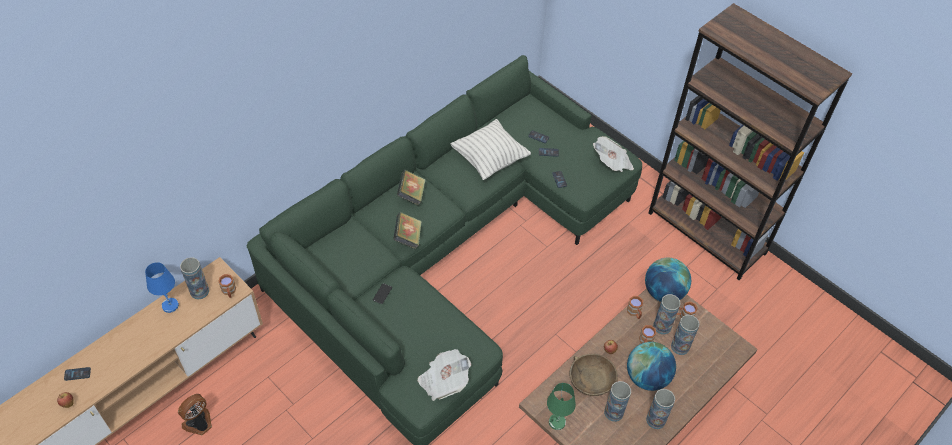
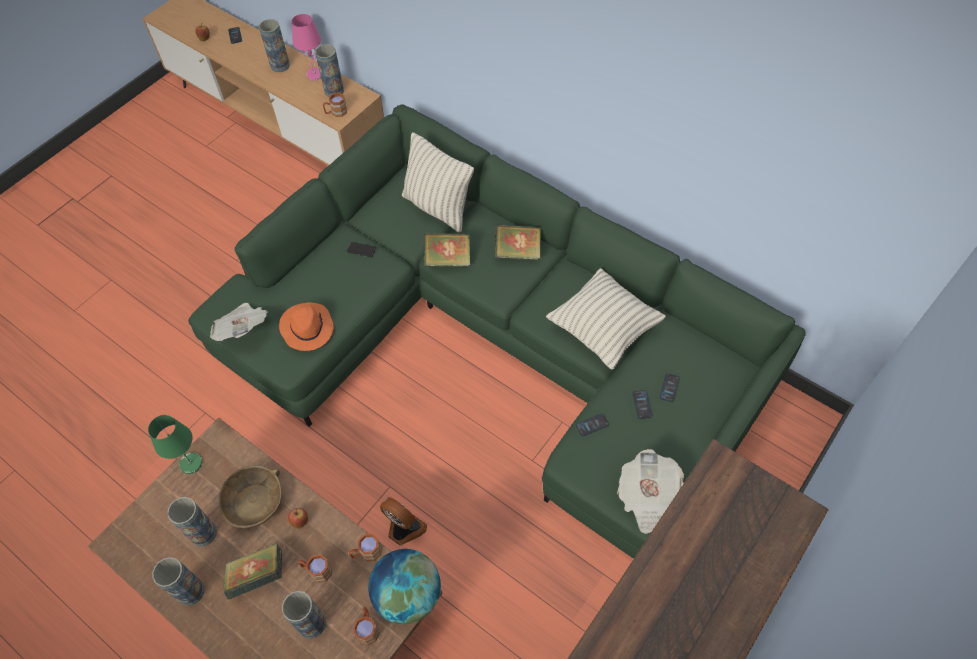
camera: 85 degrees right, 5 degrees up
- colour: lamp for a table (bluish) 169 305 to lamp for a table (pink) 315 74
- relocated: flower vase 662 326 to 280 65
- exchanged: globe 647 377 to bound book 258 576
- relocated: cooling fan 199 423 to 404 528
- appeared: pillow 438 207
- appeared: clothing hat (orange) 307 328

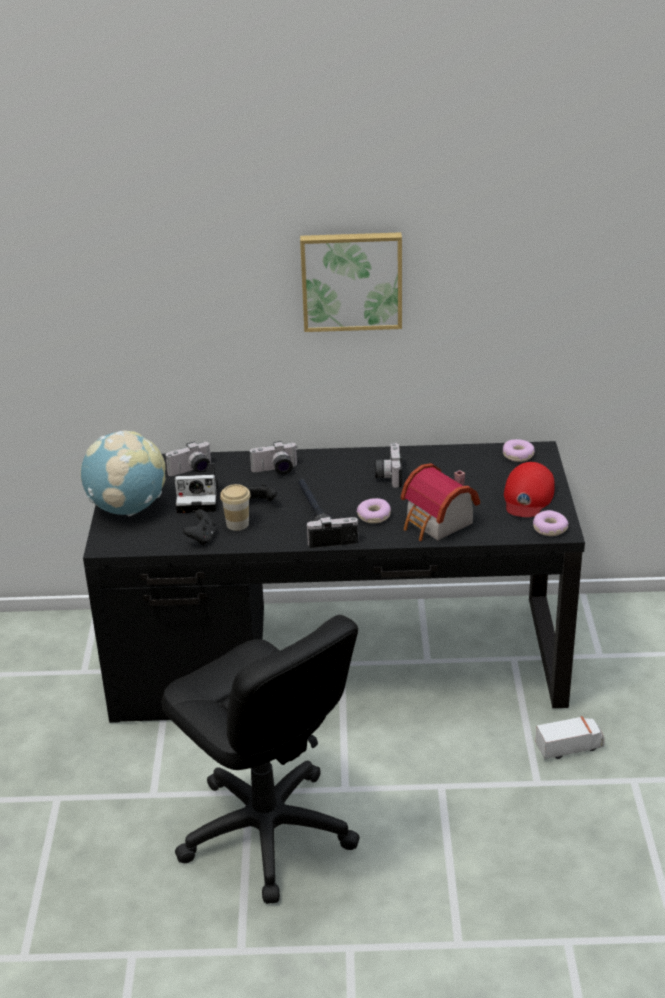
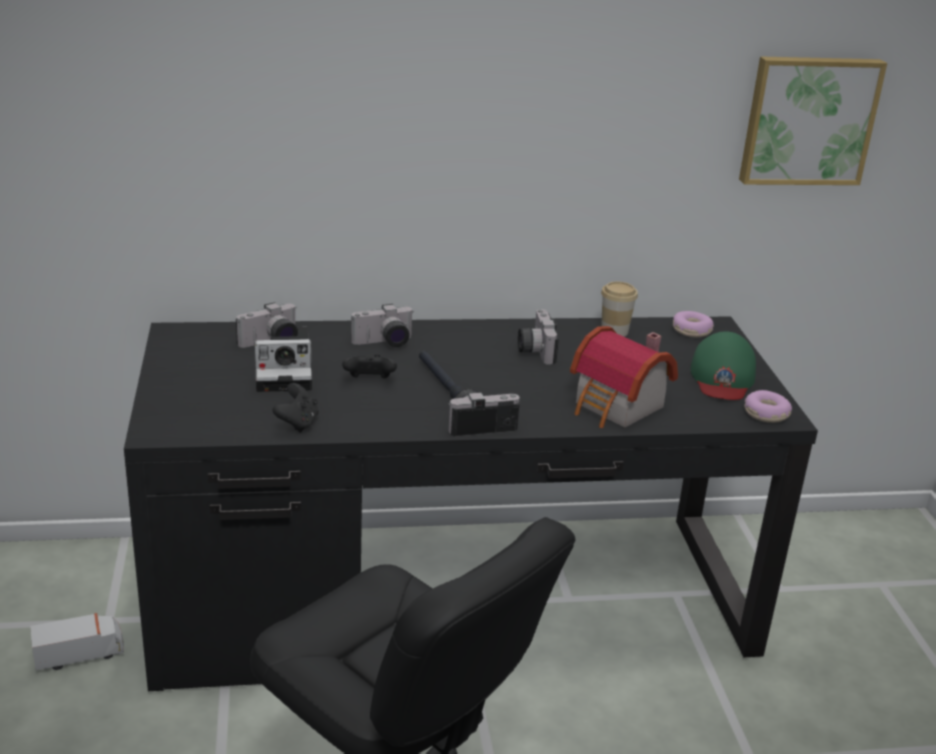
camera: 10 degrees left, 5 degrees down
- relocated: wall picture 351 280 to 808 120
- missing: globe 127 508
- colour: baseball cap (red) 527 497 to baseball cap (greenish) 722 376
- relocated: drinking cup 237 524 to 614 331
- missing: ring doughnut 374 516
- relocated: toy lorry 570 747 to 80 655

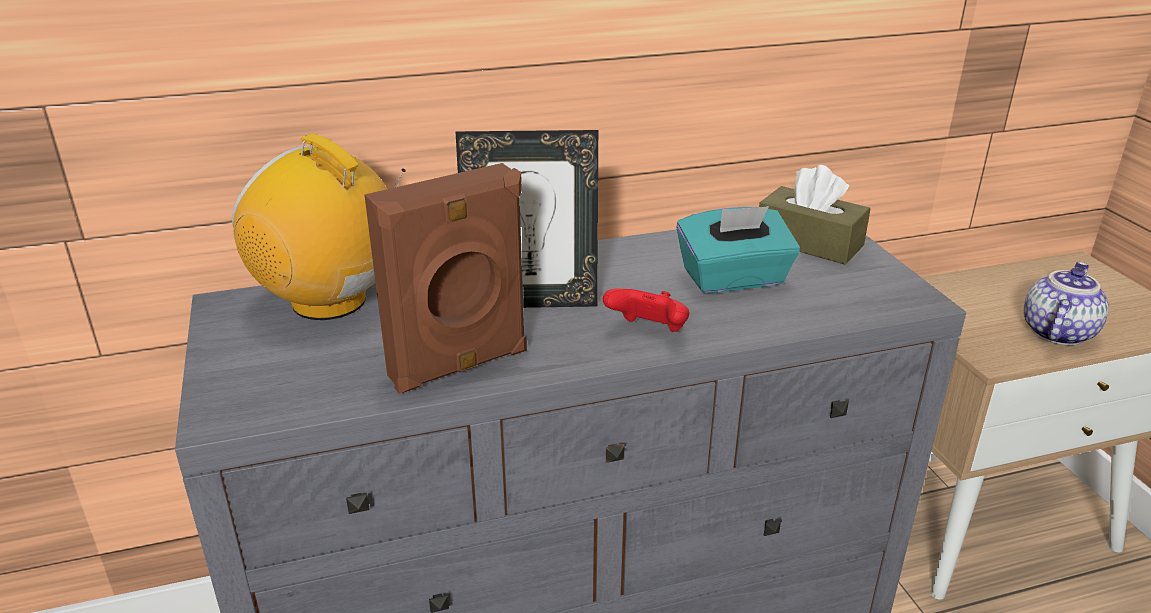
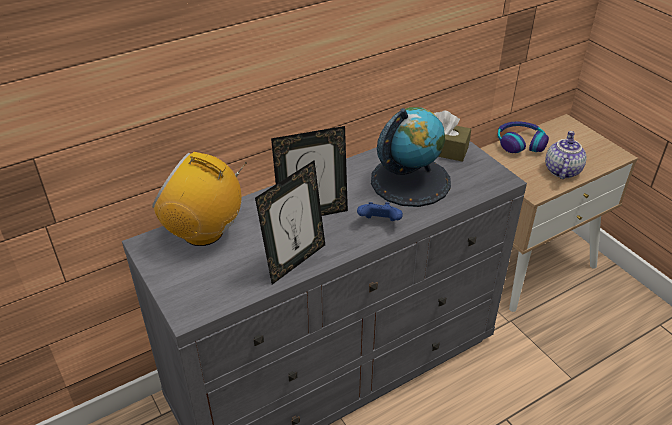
camera: 15 degrees left, 10 degrees up
- exchanged: loudspeaker (brown-coloured) 460 366 to picture frame 294 261
- exchanged: tissue box (turquoise) 734 279 to globe 410 181
- colour: joypad (red) 648 332 to joypad (bluish) 379 223
- appeared: headset 520 143

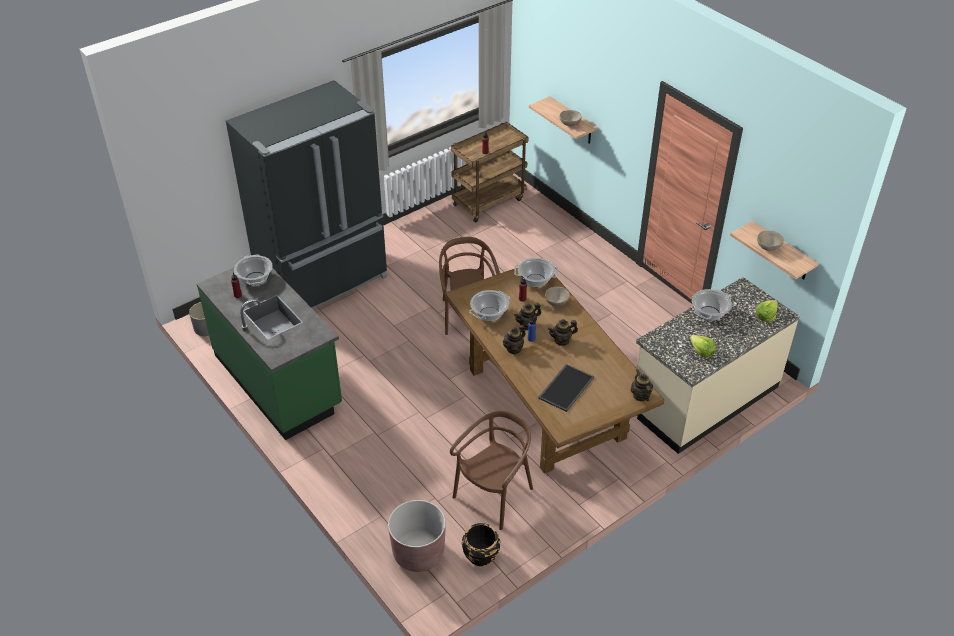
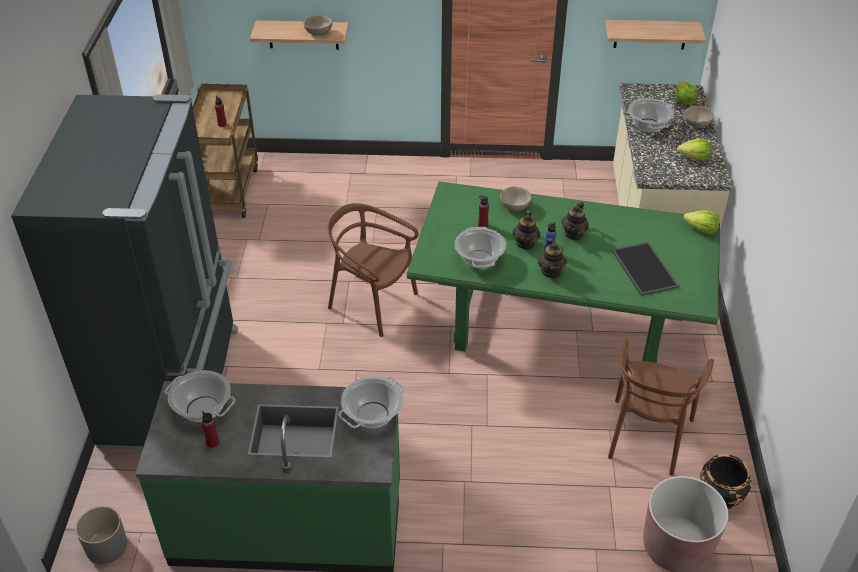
camera: 50 degrees left, 0 degrees up
- relocated: serving bowl (beige-coloured) 768 247 to 696 124
- relocated: stockpot 536 280 to 372 414
- colour: dinner table (brown-coloured) 546 404 to dinner table (greenish) 559 324
- exchanged: tea pot 640 396 to head of lettuce 701 229
- spun: plain chair (brown-coloured) 494 495 = 647 436 150 degrees counterclockwise

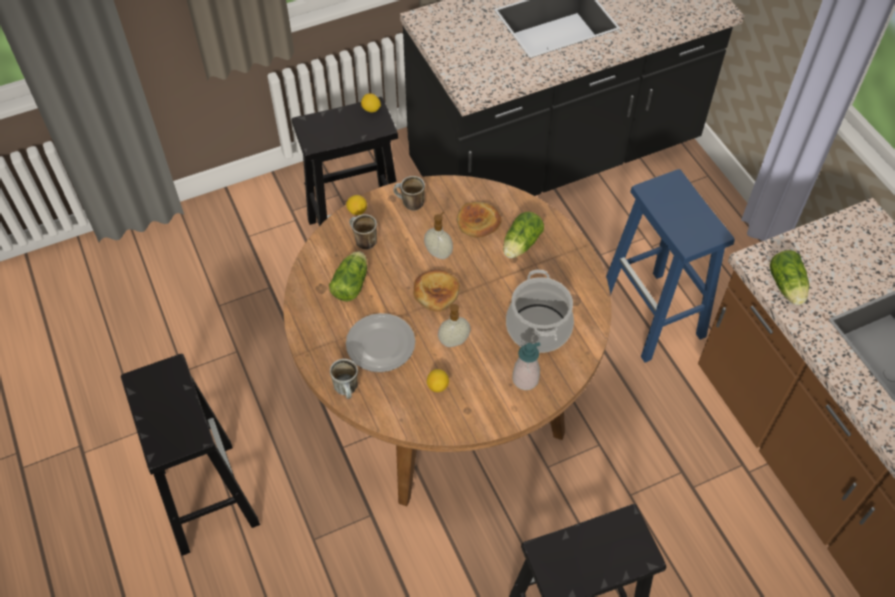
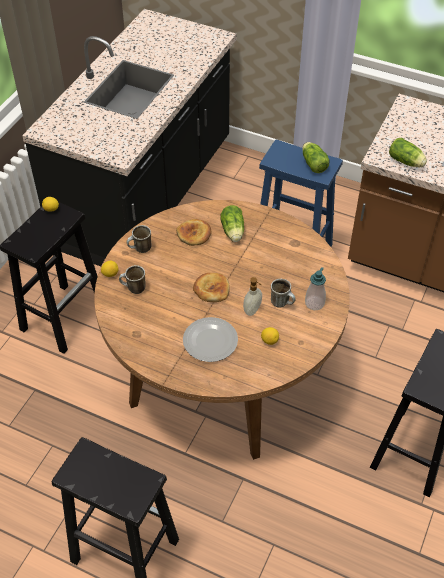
camera: 40 degrees left, 5 degrees down
- missing: soap bottle 439 253
- relocated: head of lettuce 352 283 to 313 163
- missing: stockpot 538 328
- relocated: mug 348 390 to 282 303

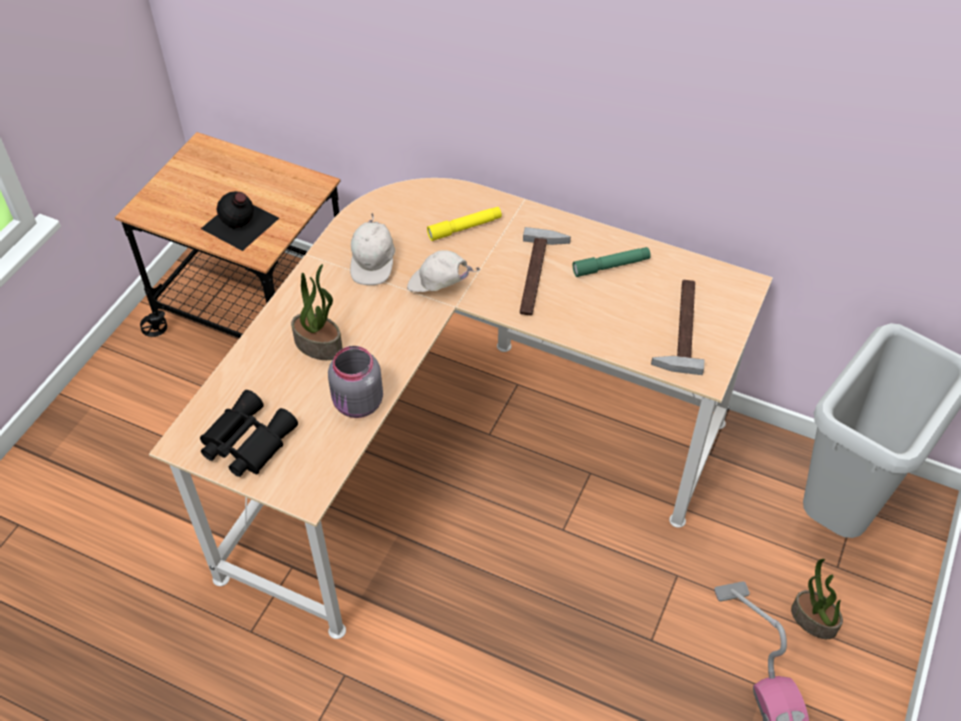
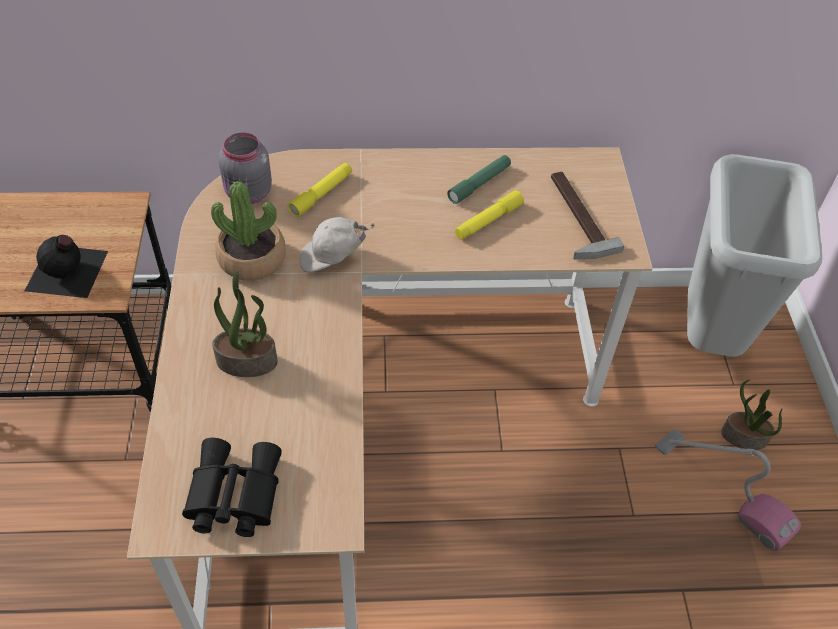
camera: 30 degrees left, 0 degrees up
- exchanged: baseball cap (white) 373 263 to houseplant 252 258
- missing: hammer 539 275
- relocated: storage jar (grey) 357 404 to 249 194
- appeared: torch (yellow) 488 221

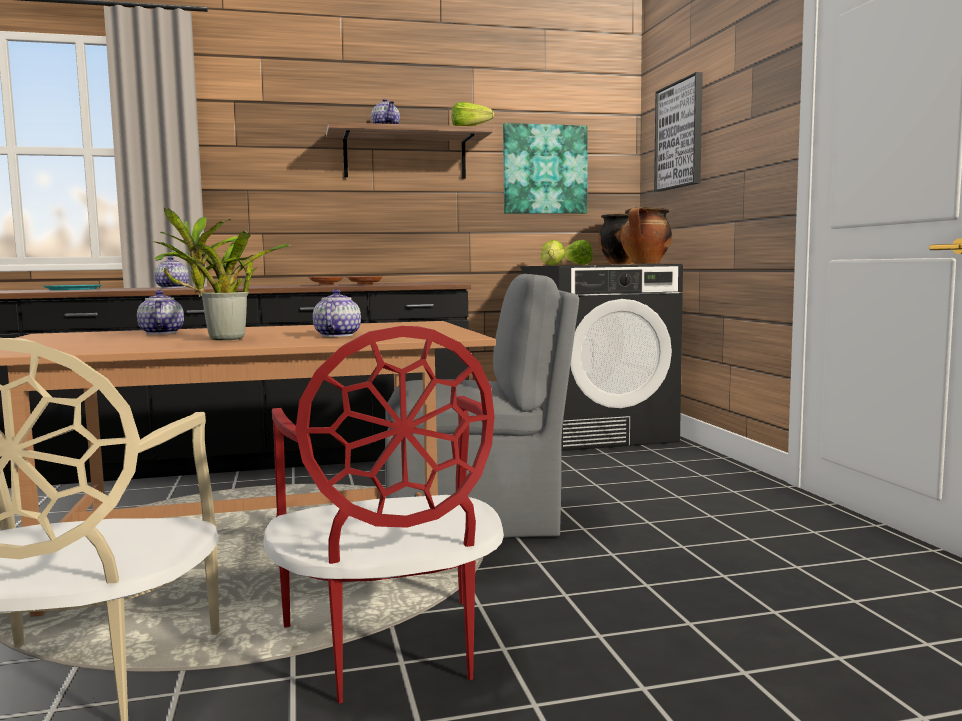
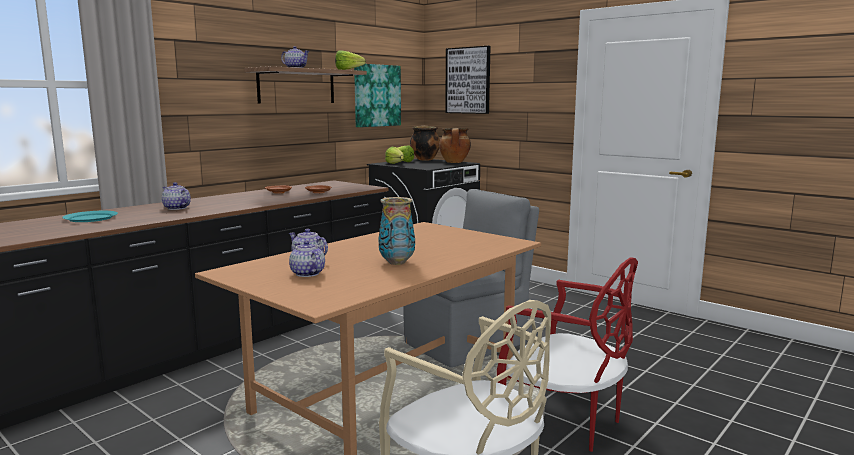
camera: 35 degrees left, 5 degrees up
- exchanged: houseplant 221 339 to flower vase 397 263
- relocated: tea pot 336 335 to 307 274

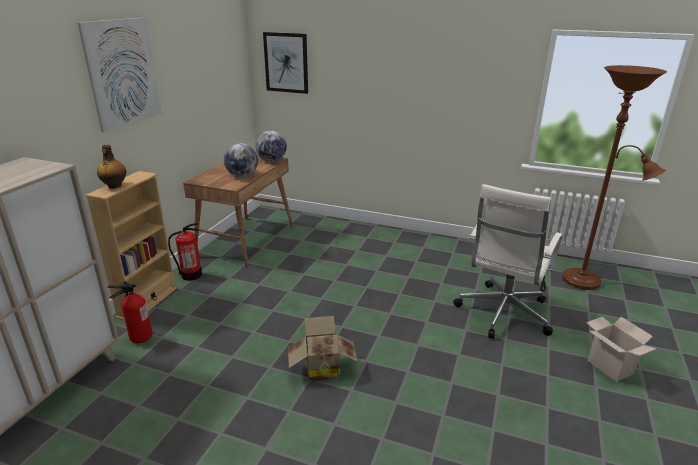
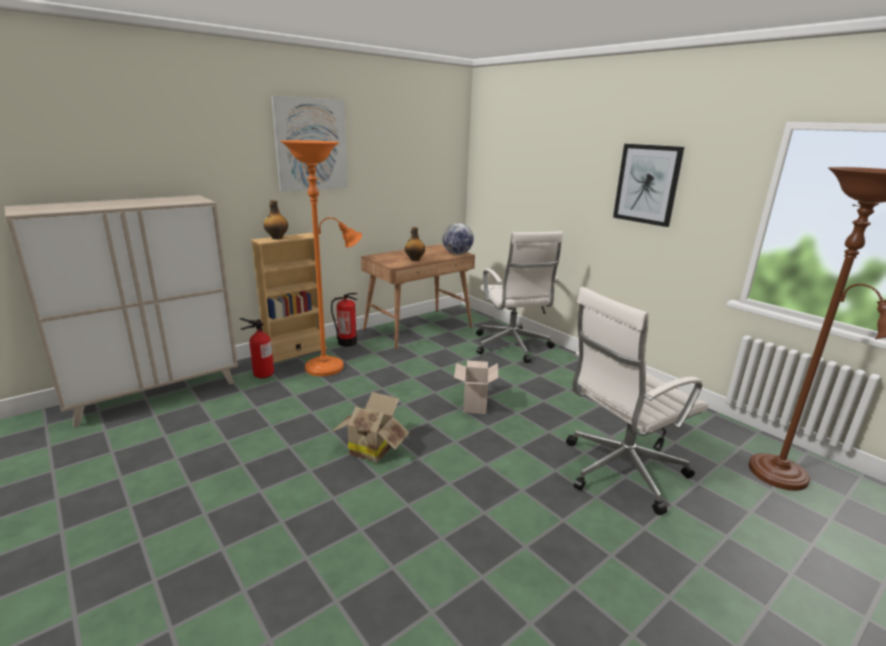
camera: 30 degrees right, 5 degrees down
- relocated: wall picture 286 63 to 647 184
- exchanged: globe 242 175 to beverage bottle 414 259
- relocated: cardboard box 608 366 to 474 404
- appeared: standard lamp (orange) 329 366
- appeared: computer chair (white) 512 347

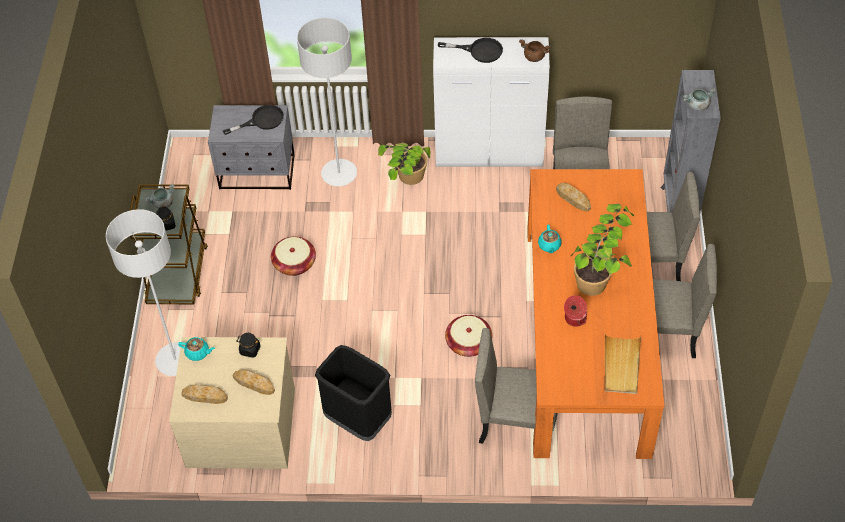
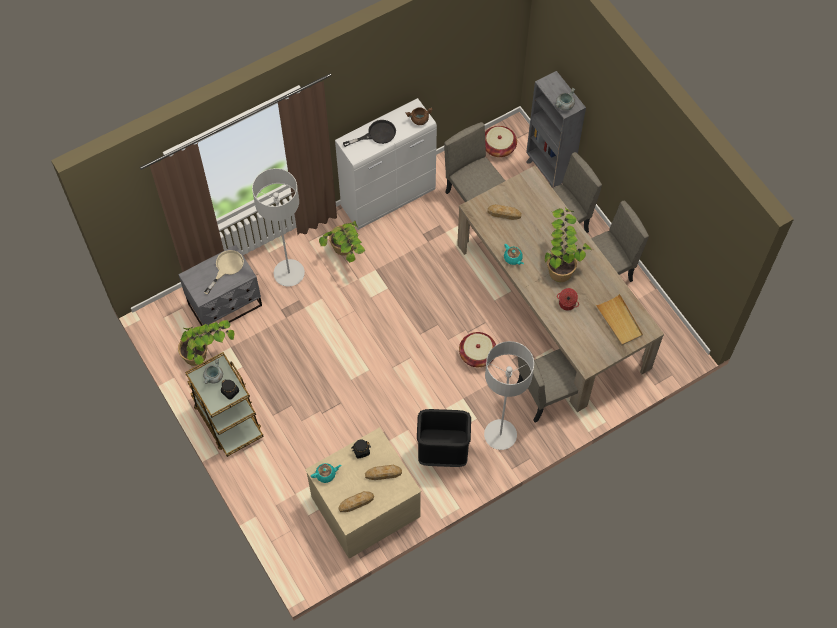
camera: 35 degrees left, 10 degrees up
- colour: skillet (blackish) 261 120 to skillet (beige-coloured) 226 267
- colour: dinner table (orange) 585 337 to dinner table (beige-coloured) 552 305
- relocated: standard lamp (grey) 175 360 to 500 435
- relocated: storage basket 294 263 to 499 147
- appeared: houseplant 207 356

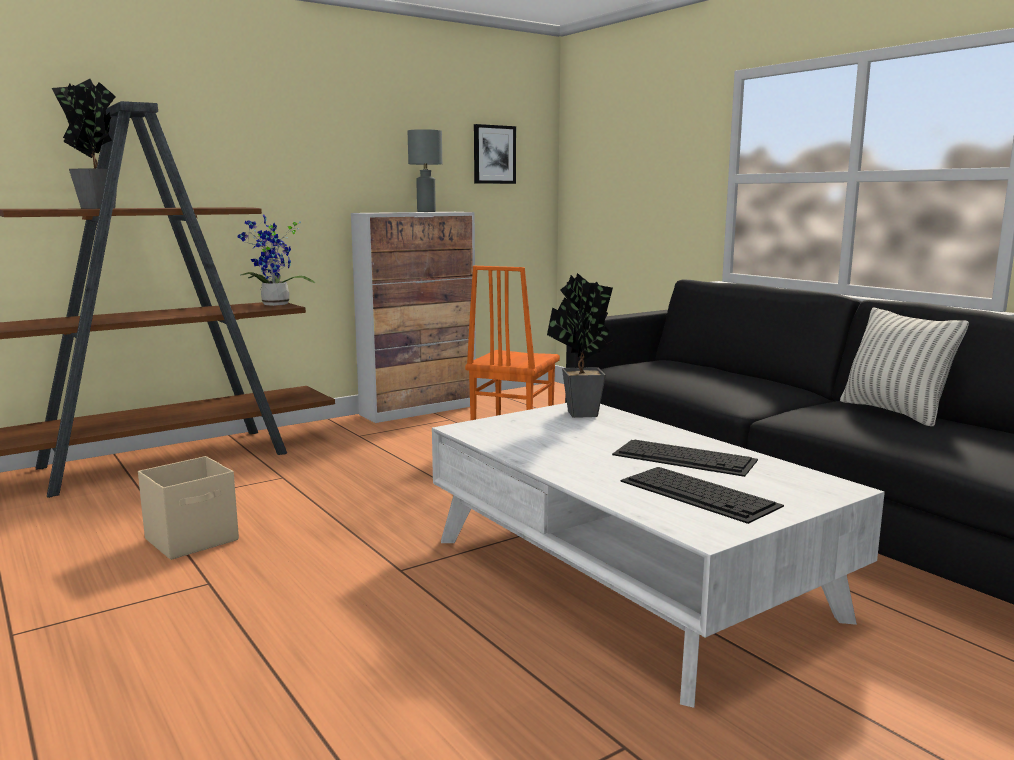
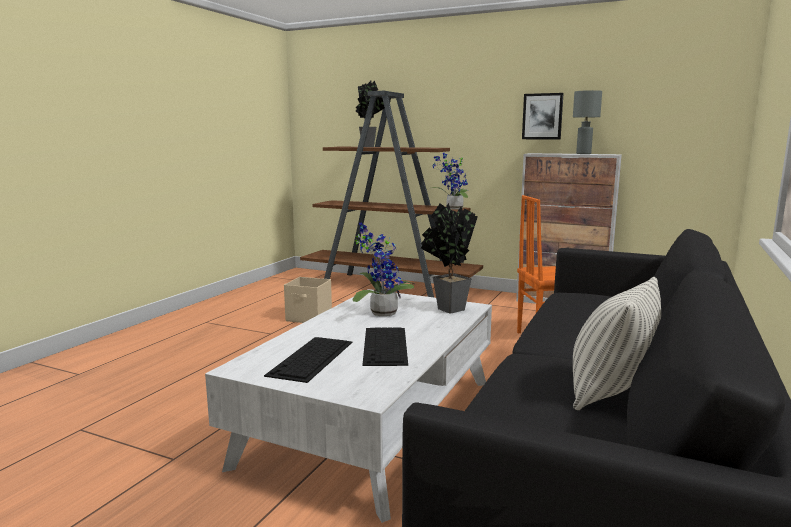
camera: 60 degrees right, 0 degrees up
- relocated: wall picture 494 154 to 542 116
- appeared: houseplant 380 312

